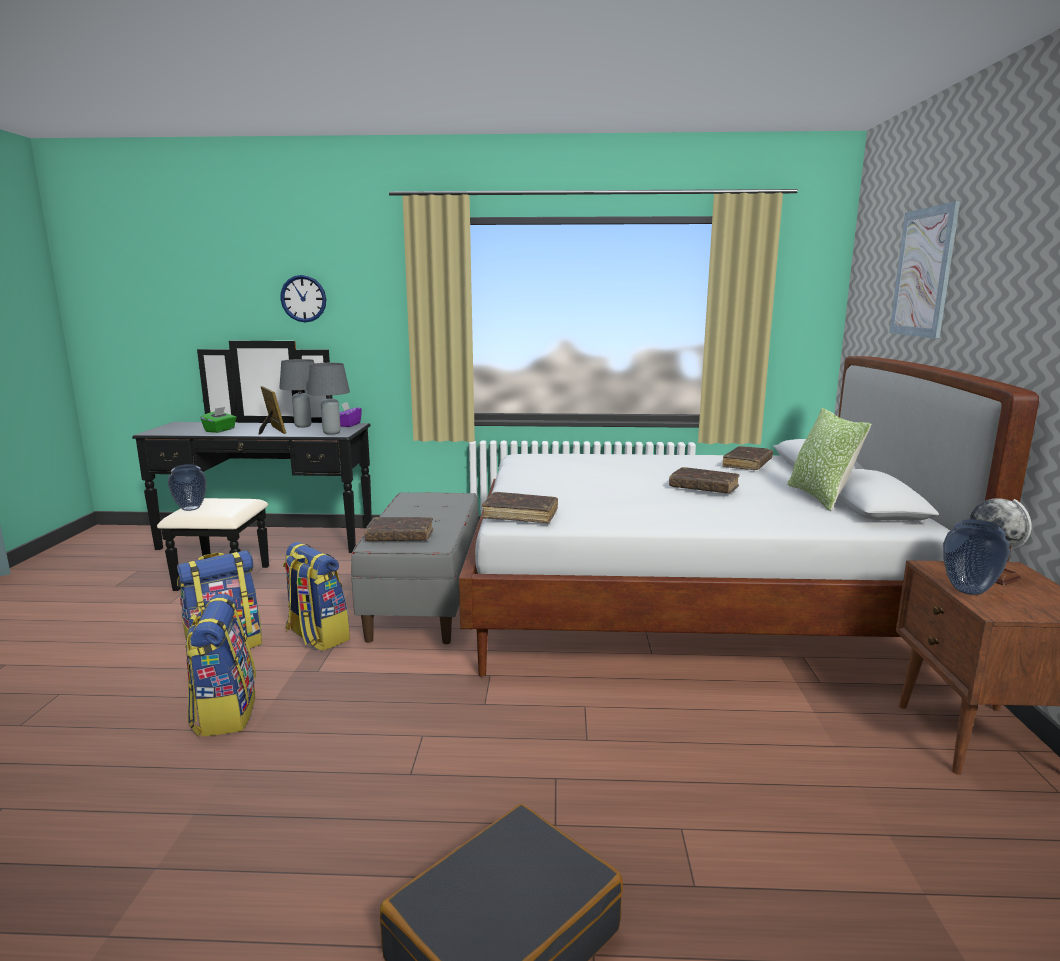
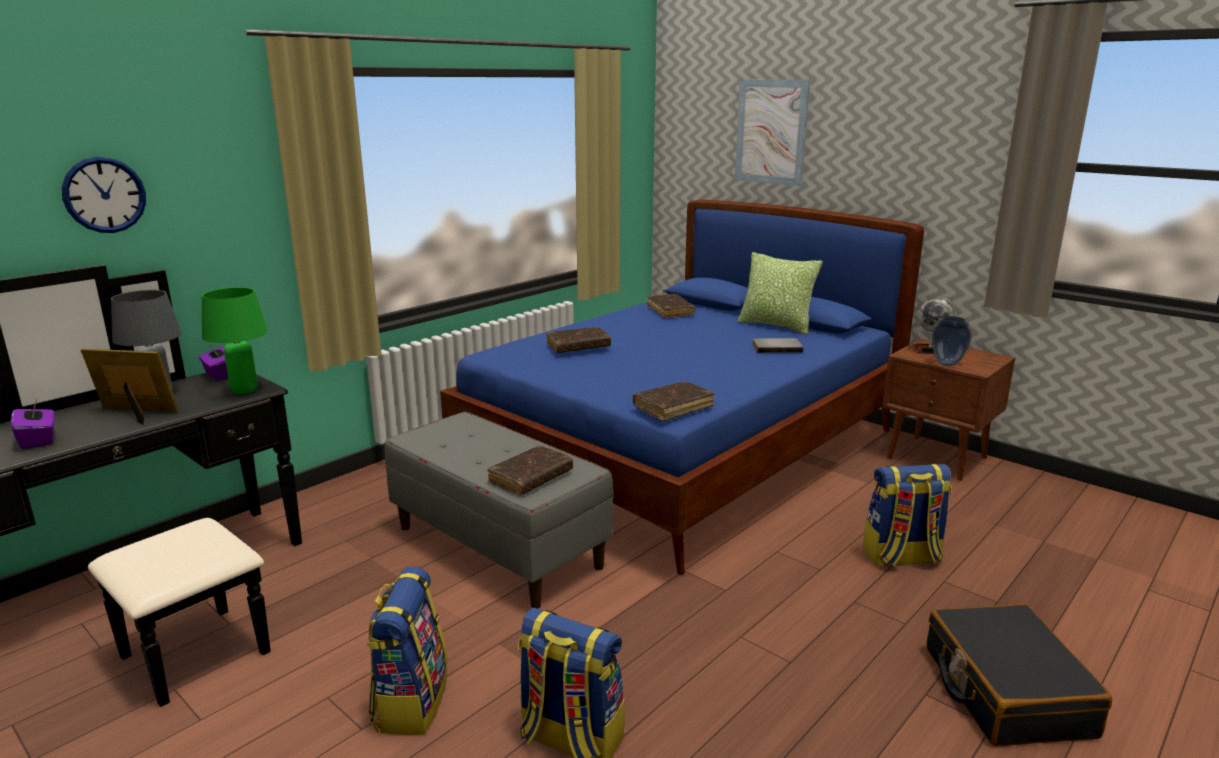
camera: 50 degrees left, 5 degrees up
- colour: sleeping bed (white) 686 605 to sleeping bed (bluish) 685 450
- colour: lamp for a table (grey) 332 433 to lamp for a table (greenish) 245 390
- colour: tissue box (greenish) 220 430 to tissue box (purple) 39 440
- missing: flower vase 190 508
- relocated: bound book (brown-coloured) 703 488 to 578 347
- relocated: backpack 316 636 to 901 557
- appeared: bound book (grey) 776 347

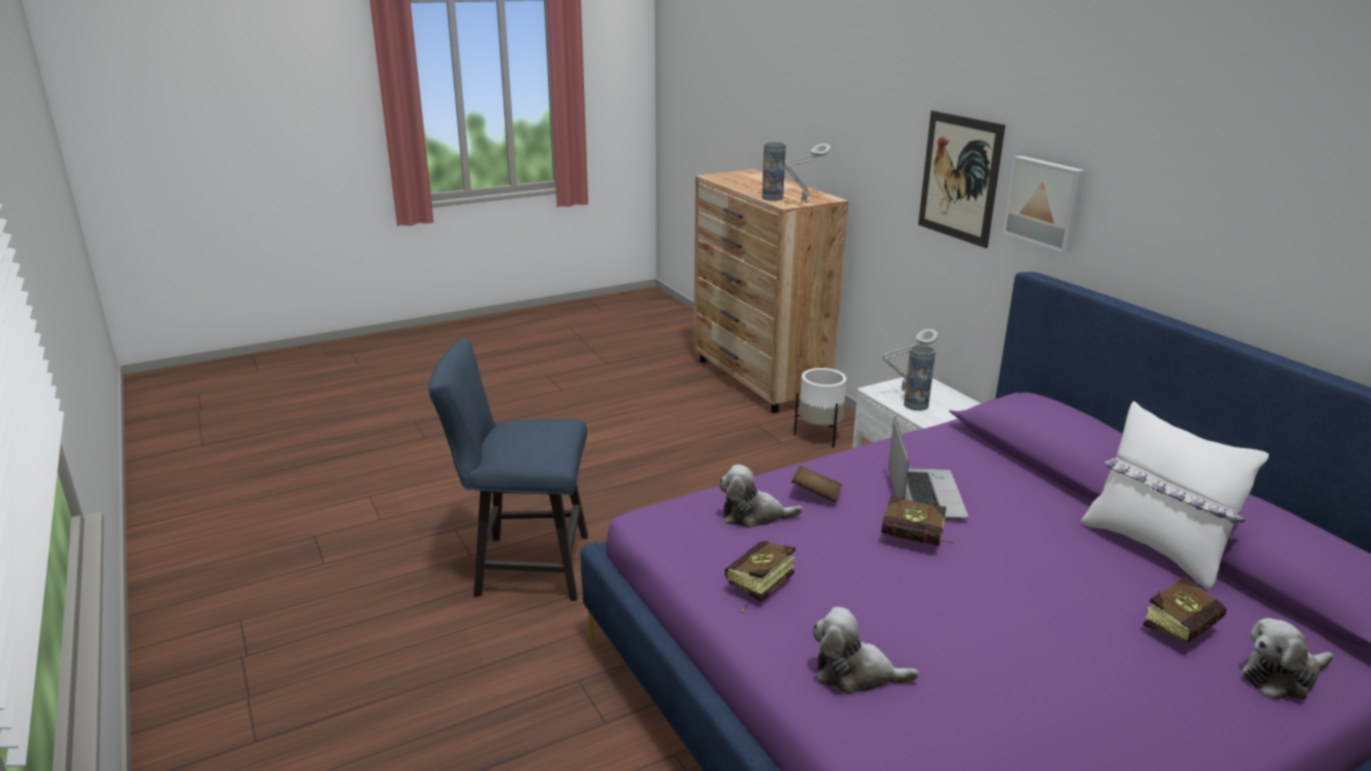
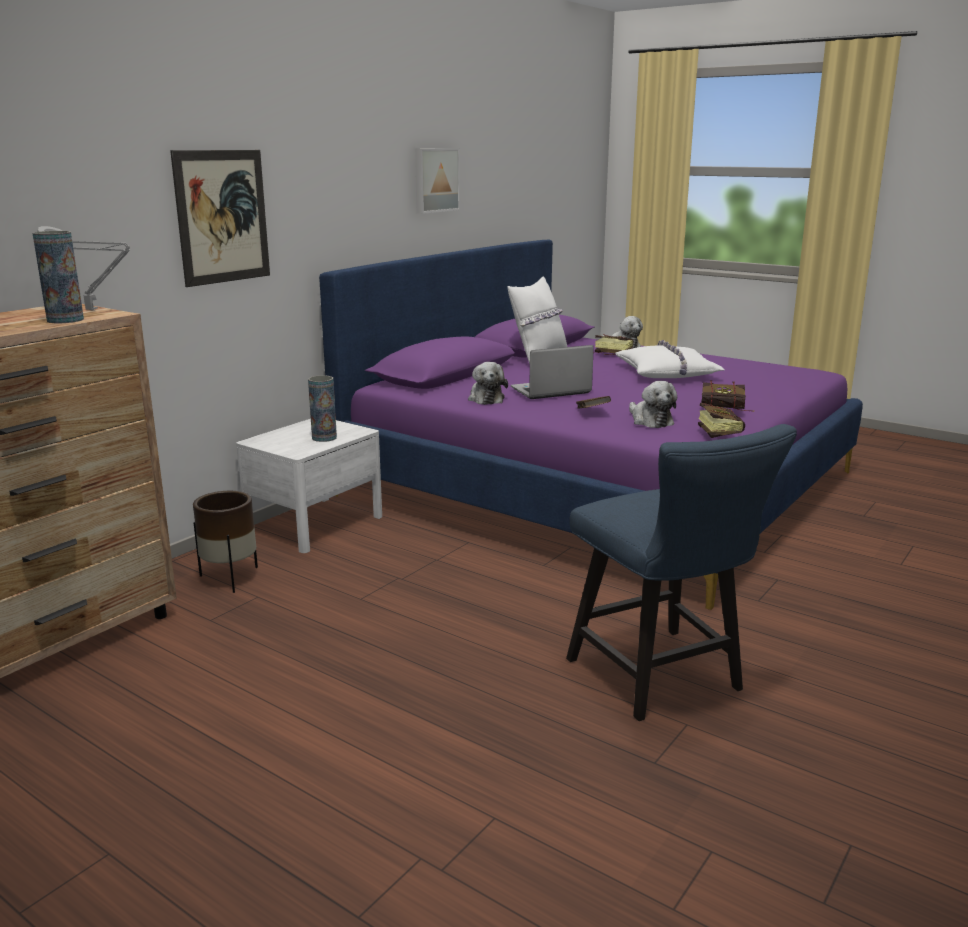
camera: 115 degrees left, 5 degrees down
- relocated: wall picture 1045 202 to 435 180
- missing: lamp for a table (grey) 903 391
- colour: planter (white) 820 436 to planter (brown-coloured) 230 578
- relocated: bound book 918 541 to 717 433
- relocated: cuddly toy 855 673 to 486 398
- appeared: pillow (white) 667 373

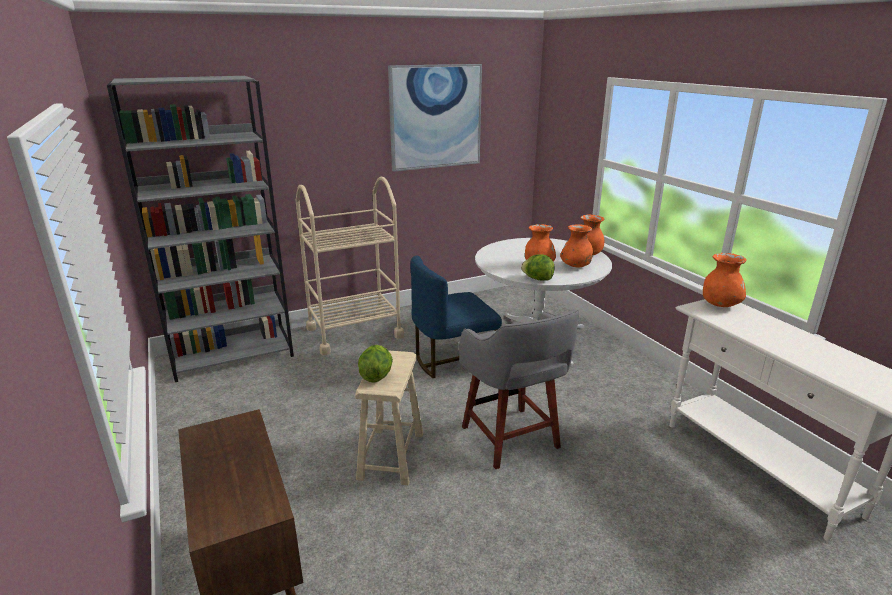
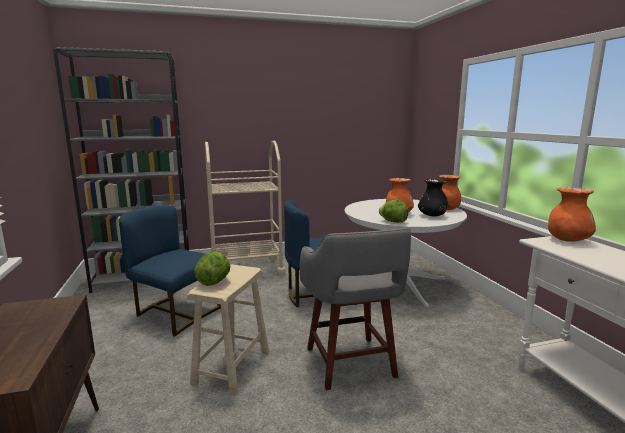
camera: 10 degrees right, 10 degrees down
- missing: wall picture 435 117
- colour: flower vase (orange) 575 266 to flower vase (blackish) 432 216
- appeared: plain chair (bluish) 176 313

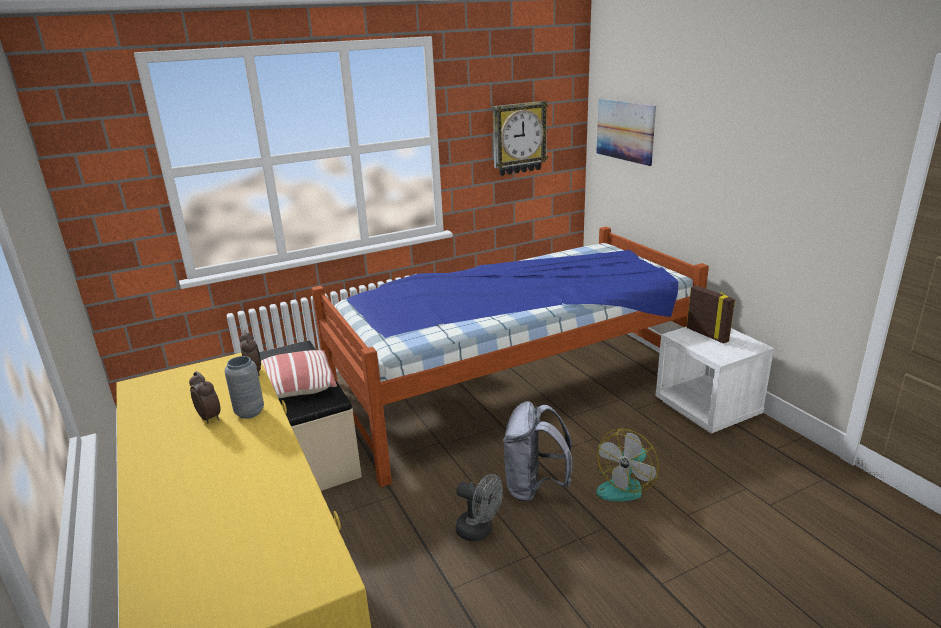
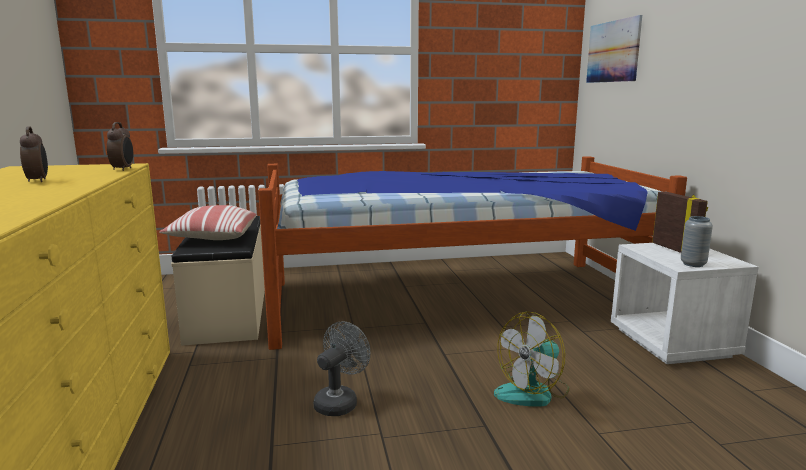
camera: 15 degrees right, 10 degrees down
- missing: clock on the wall 518 138
- relocated: flower vase (grey) 249 412 to 693 264
- missing: backpack (grey) 535 488
- spun: cooling fan (grey) 479 531 = 340 401 105 degrees counterclockwise

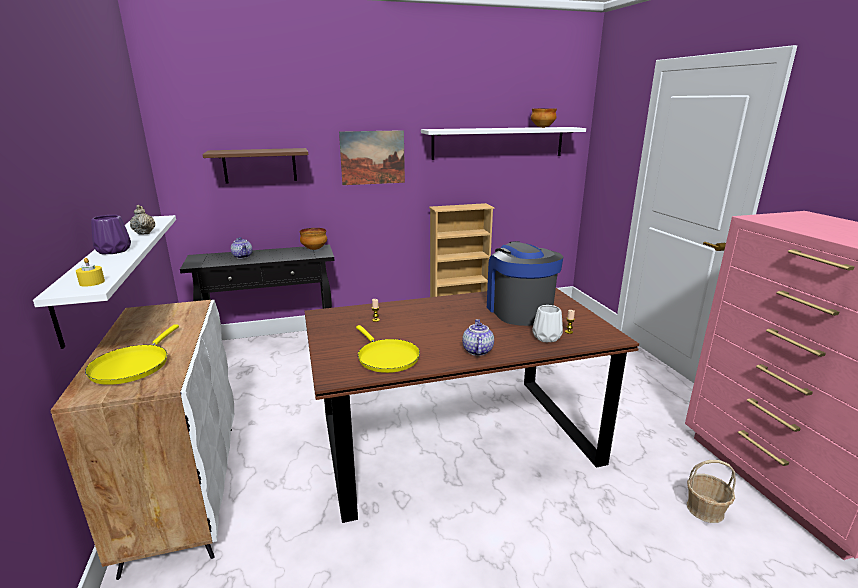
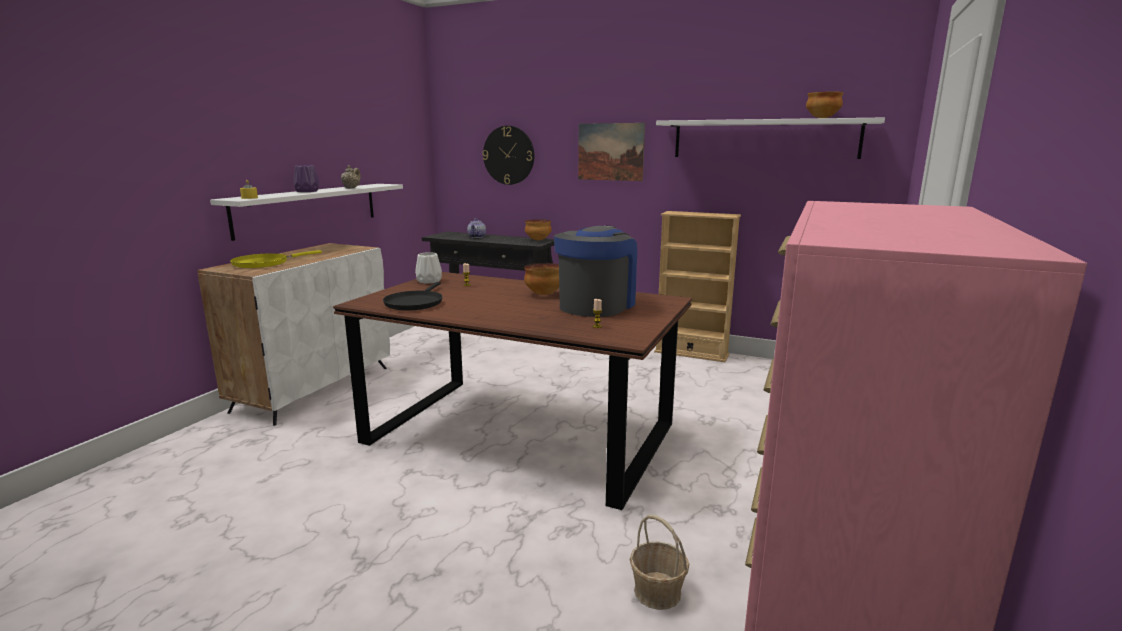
camera: 40 degrees right, 5 degrees down
- exchanged: bracket shelf (brown-coloured) 260 165 to clock on the wall 508 155
- relocated: flower vase (white) 547 338 to 428 281
- missing: tea pot 476 350
- colour: skillet (yellow) 386 357 to skillet (blackish) 415 303
- appeared: serving bowl 544 294

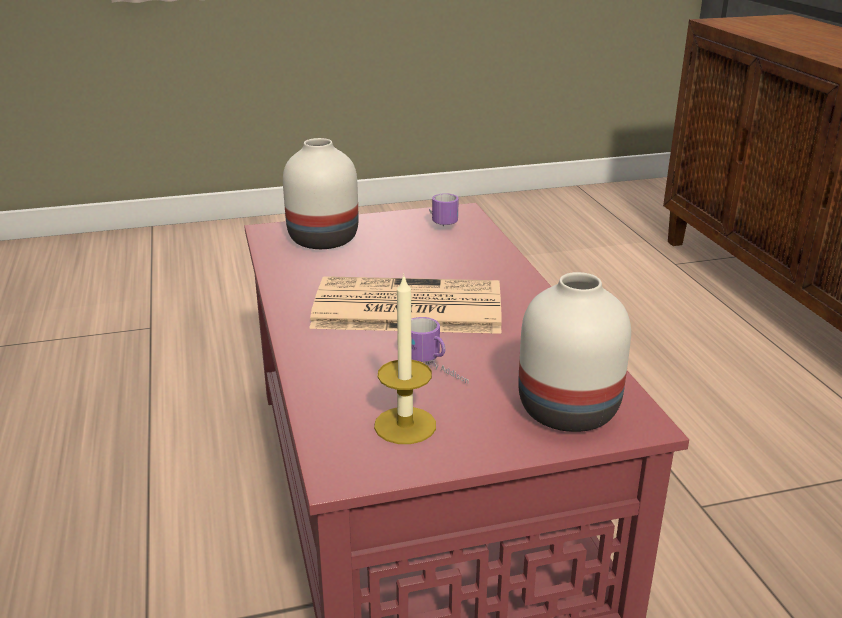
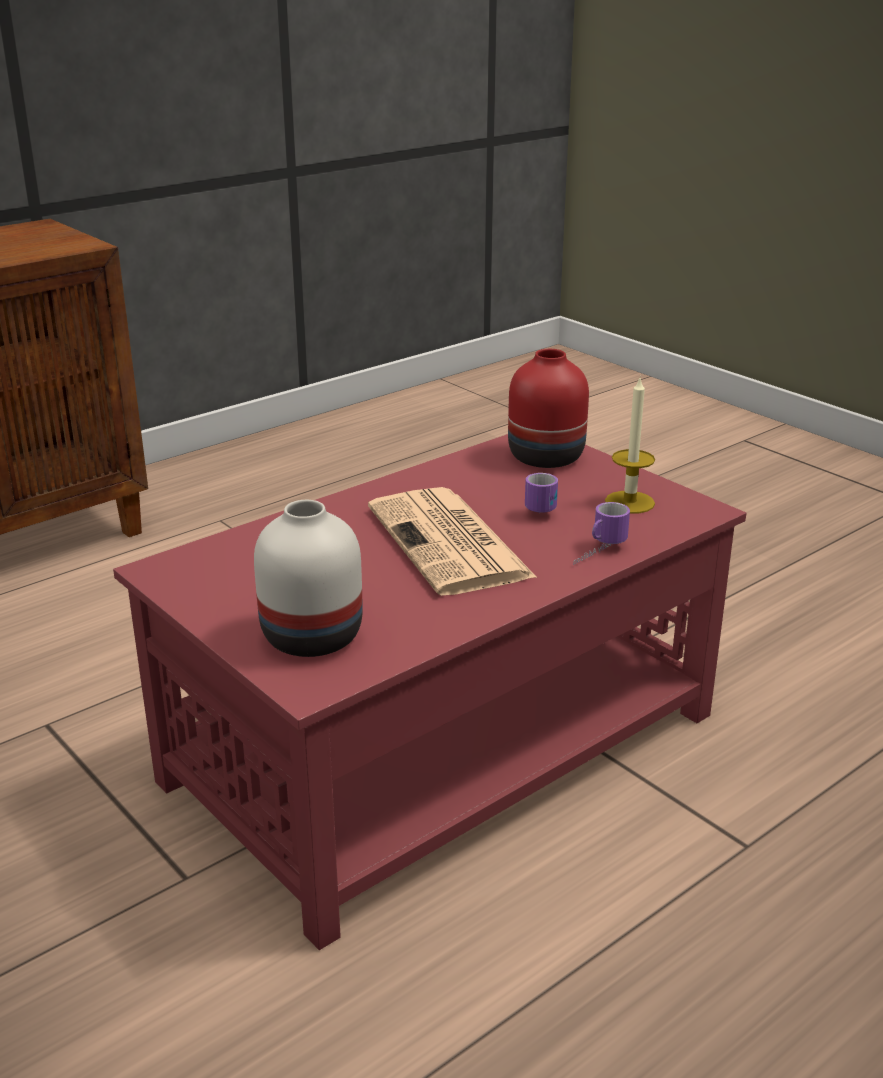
camera: 115 degrees left, 0 degrees up
- relocated: mug 439 222 to 597 553
- colour: flower vase (white) 567 412 to flower vase (red) 548 457

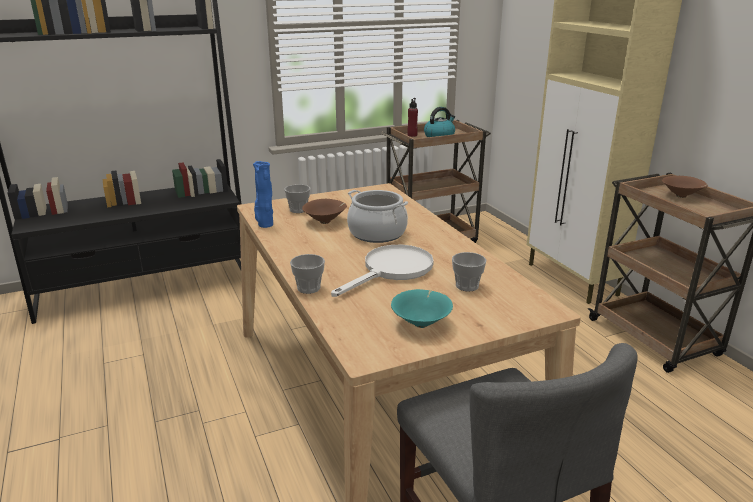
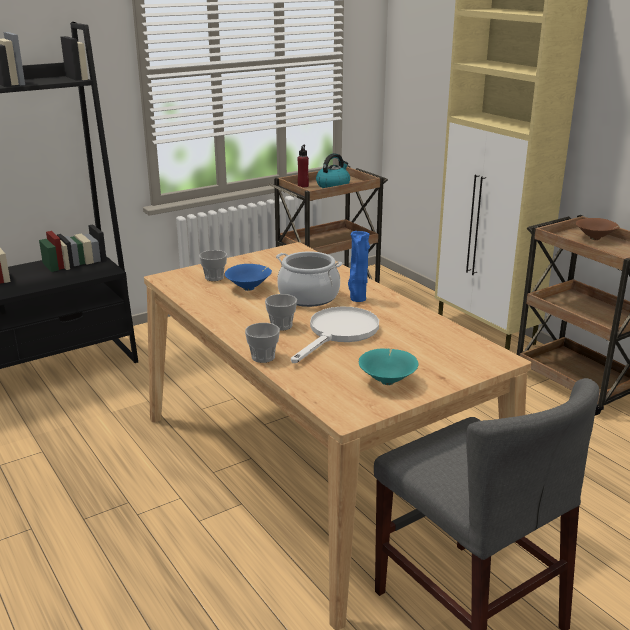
camera: 10 degrees left, 0 degrees up
- relocated: flower vase (bluish) 265 225 to 357 299
- colour: serving bowl (brown-coloured) 326 221 to serving bowl (bluish) 249 288
- relocated: drinking cup 467 286 to 281 326

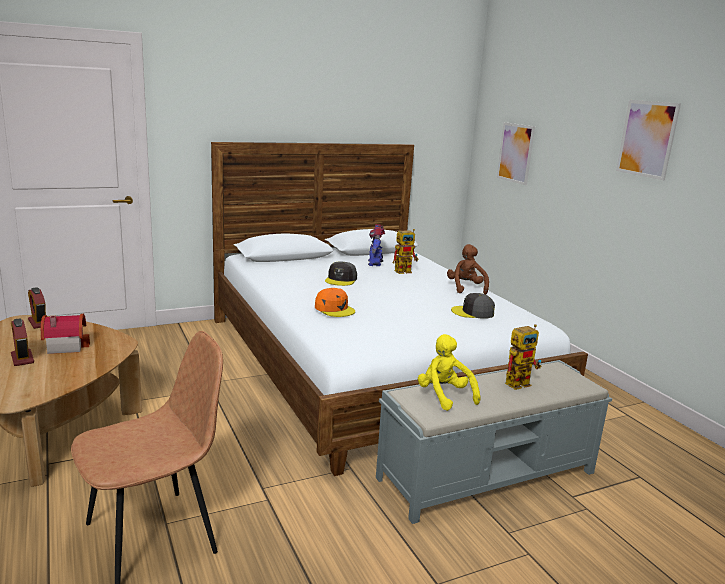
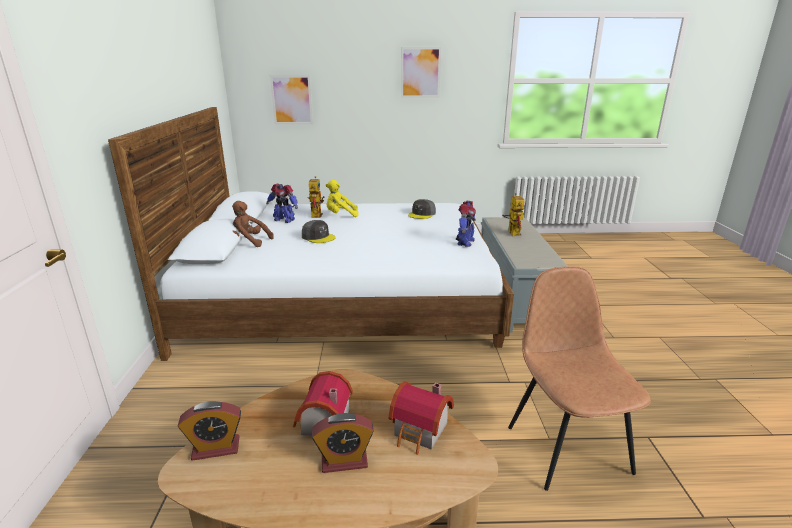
camera: 65 degrees left, 5 degrees up
- relocated: cuddly toy (brown-coloured) 466 288 to 249 242
- missing: baseball cap (orange) 334 309
- relocated: cuddly toy (yellow) 444 396 to 341 215
- appeared: toy robot 465 242
- appeared: model house 421 432

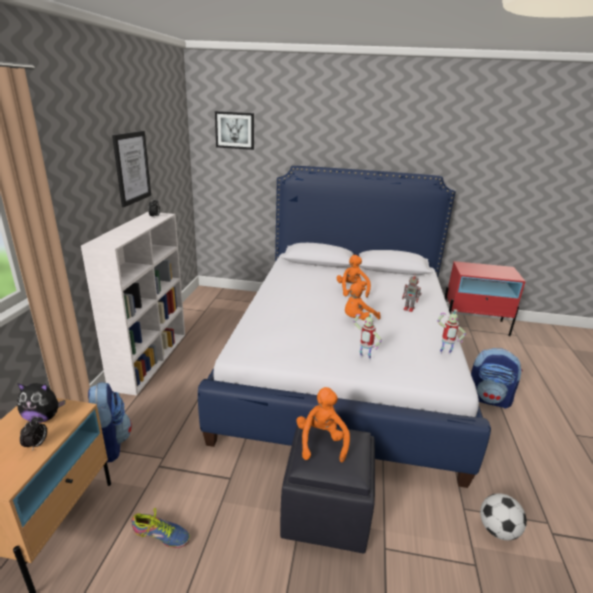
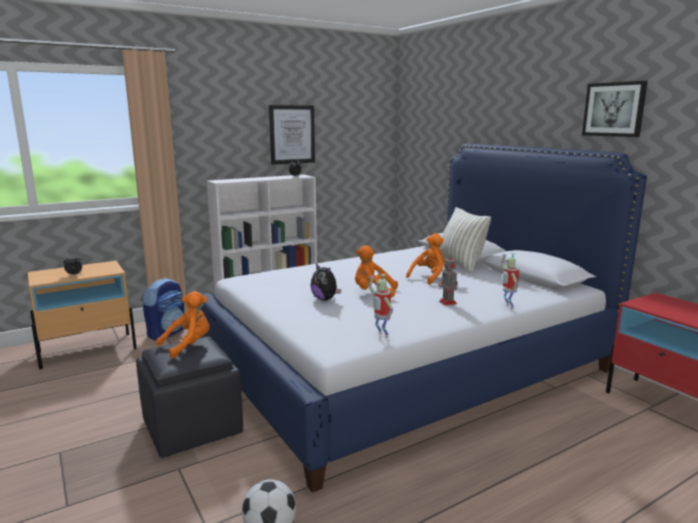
camera: 50 degrees right, 10 degrees down
- relocated: wall picture 235 130 to 614 109
- relocated: toy robot 364 359 to 508 306
- missing: backpack 488 399
- relocated: cuddly toy 43 417 to 325 299
- missing: shoe 161 534
- appeared: pillow 460 265

